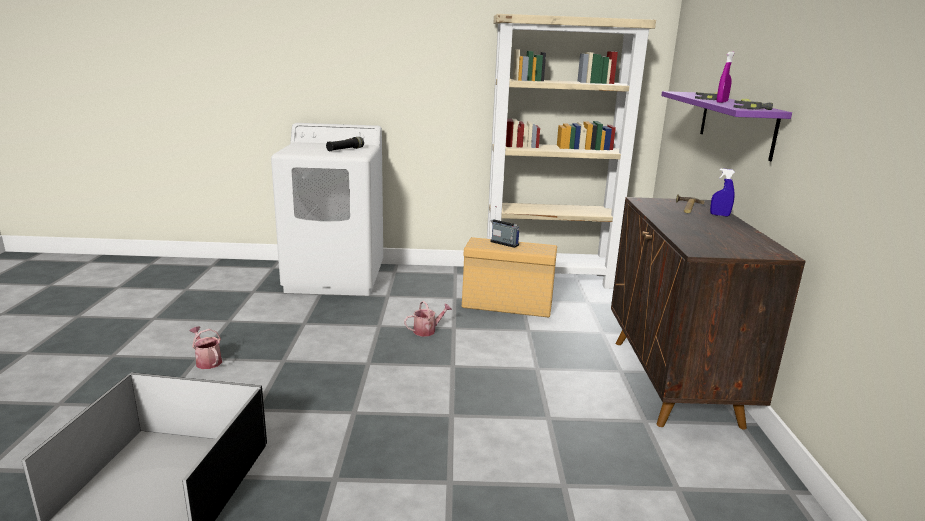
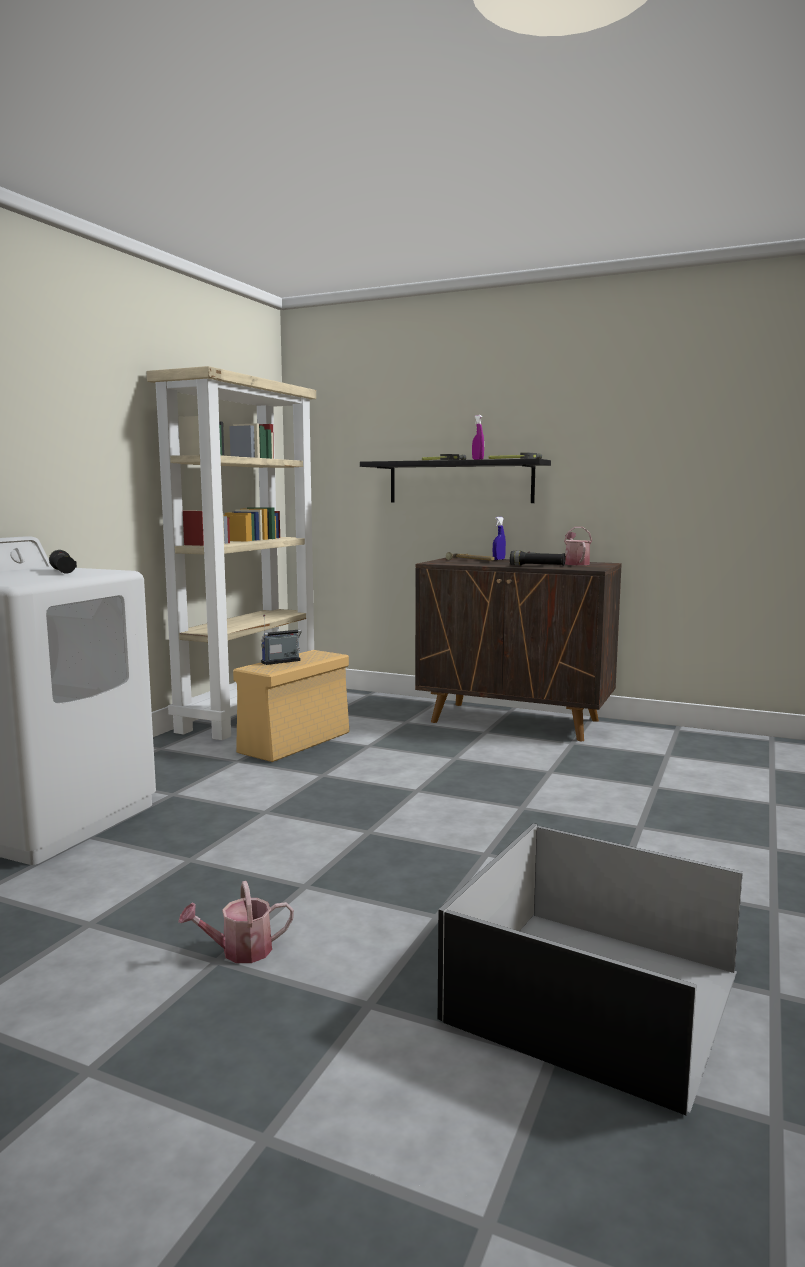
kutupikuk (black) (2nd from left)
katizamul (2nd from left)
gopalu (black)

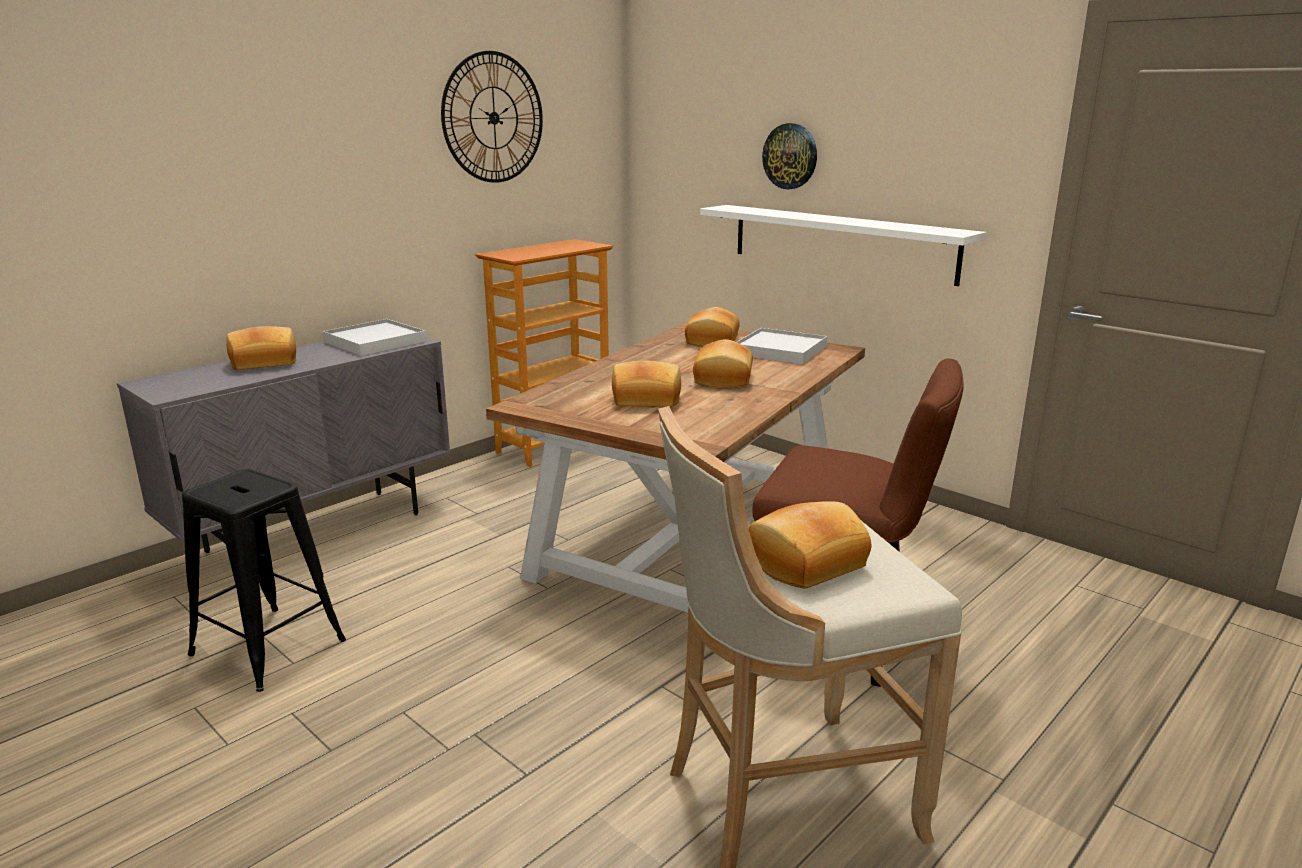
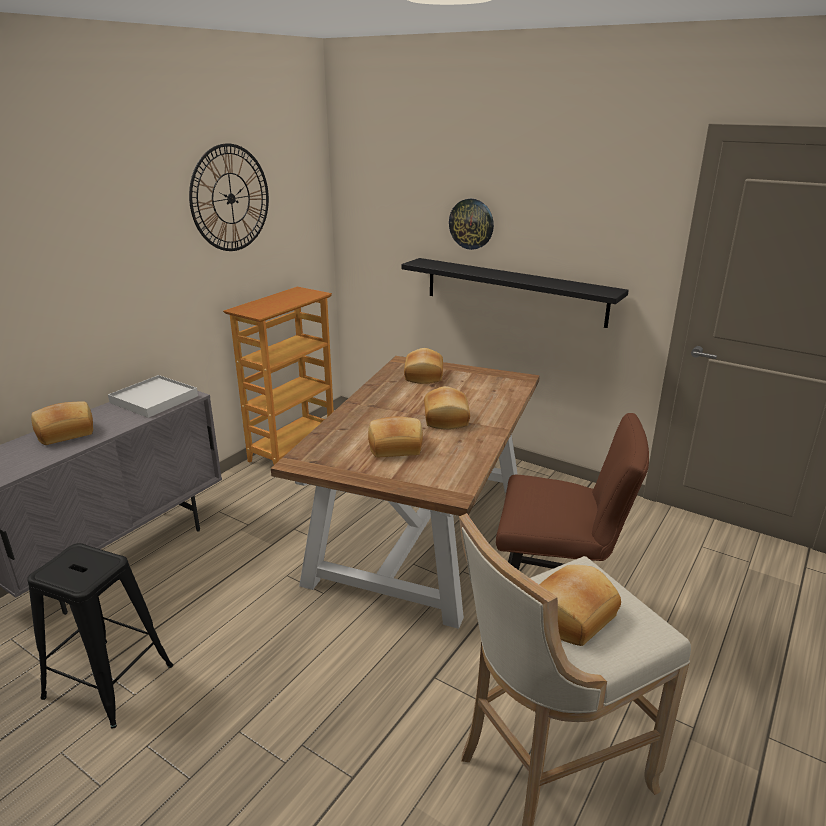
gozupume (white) (2nd from left in the first image)
gopalu (black)

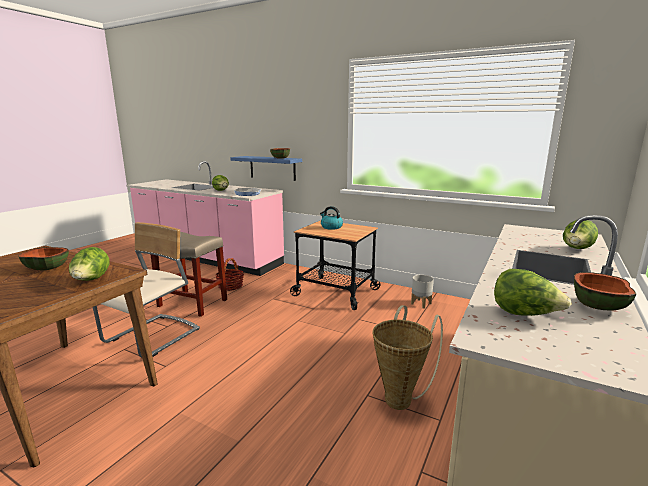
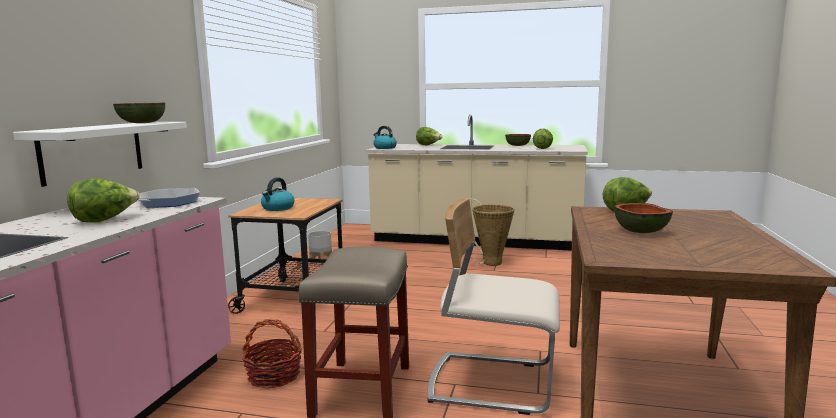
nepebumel (2nd from left)
gopalu (white)

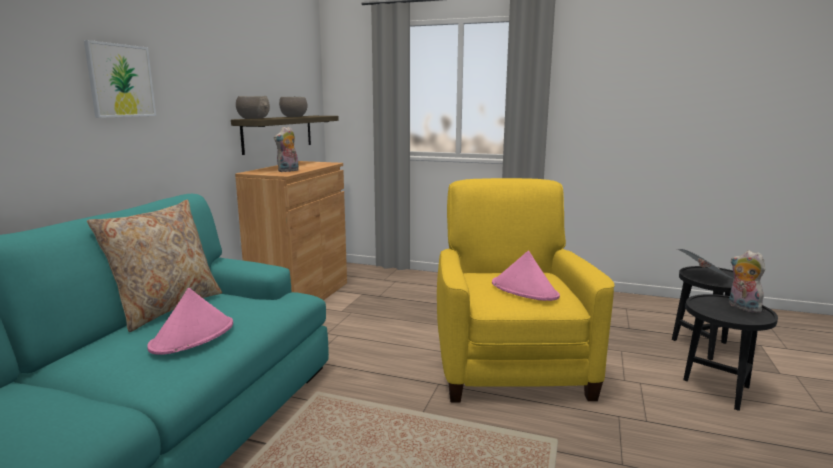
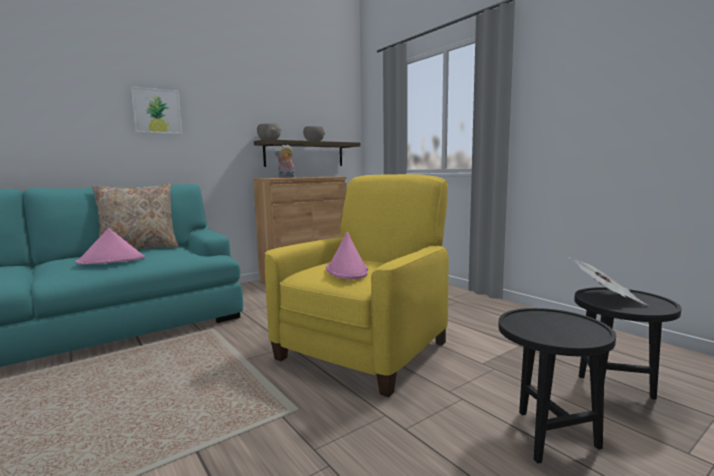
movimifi (2nd from left in the first image)

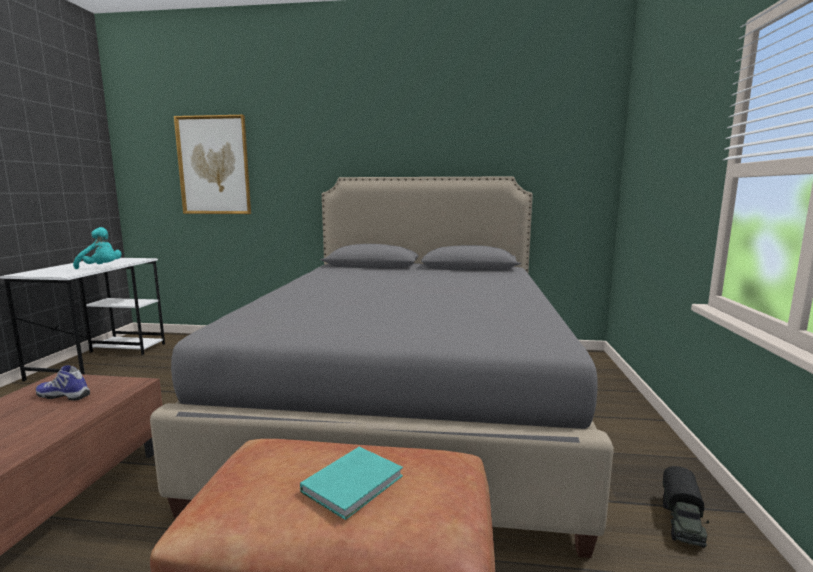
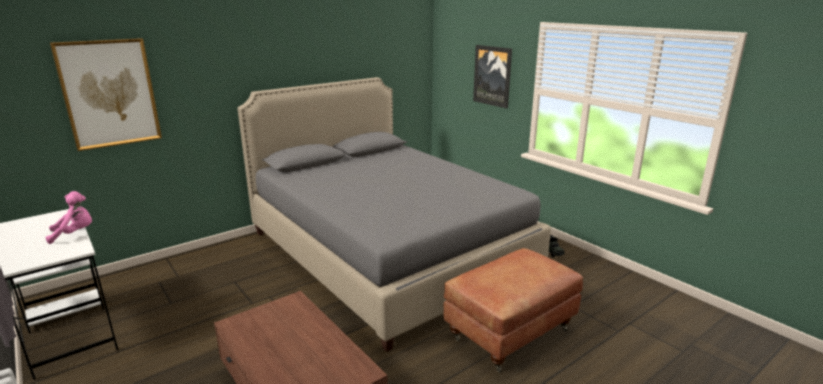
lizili
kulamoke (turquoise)
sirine (2nd from left)
movimifi (pink)

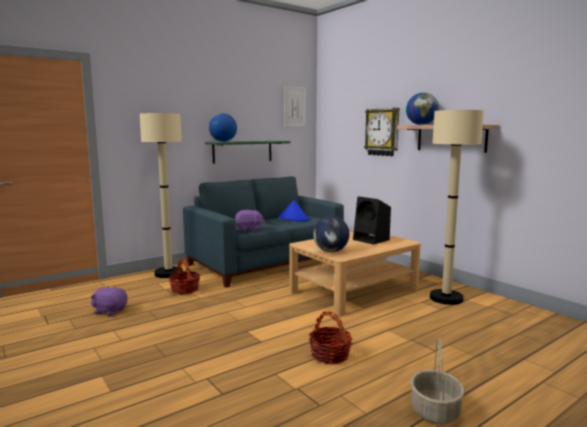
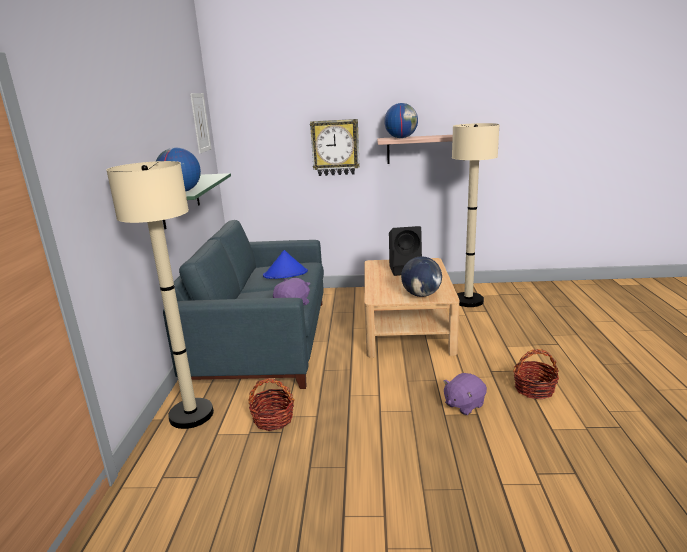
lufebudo (3rd from left in the first image)
movimifi (purple) (2nd from left)

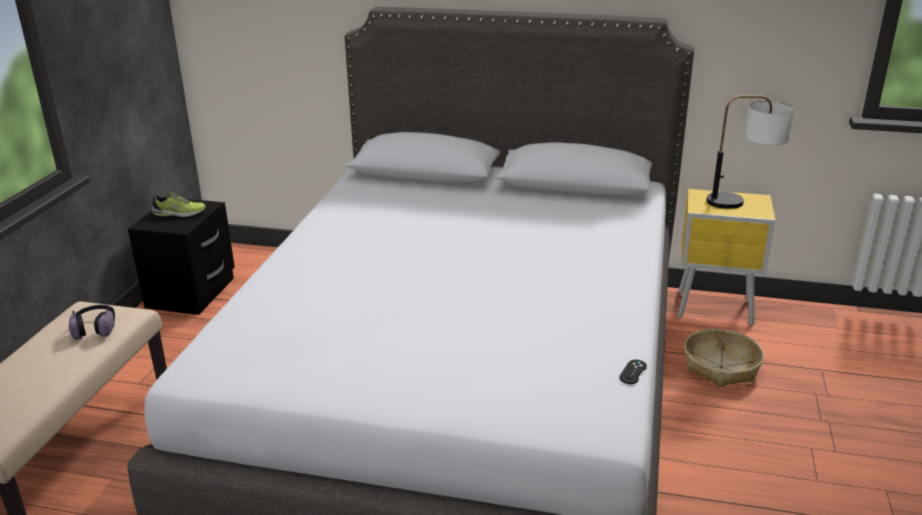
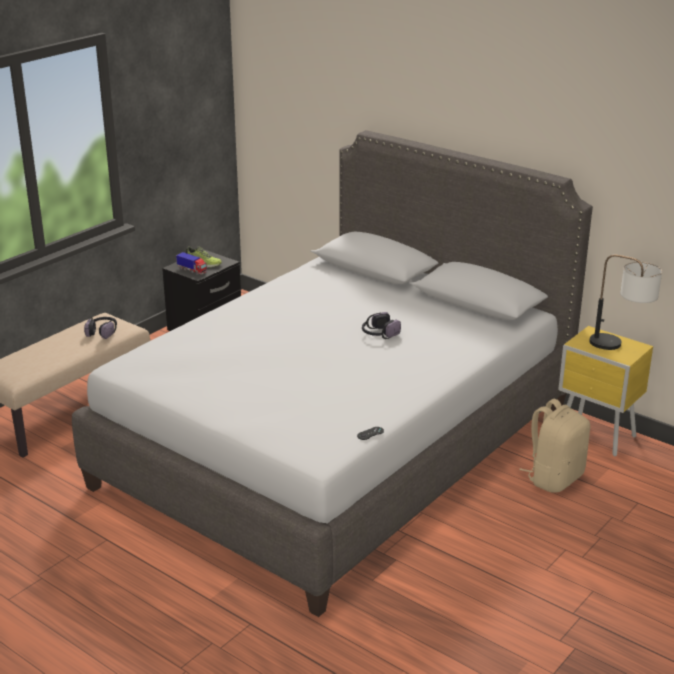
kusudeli
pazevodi (2nd from left)
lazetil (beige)

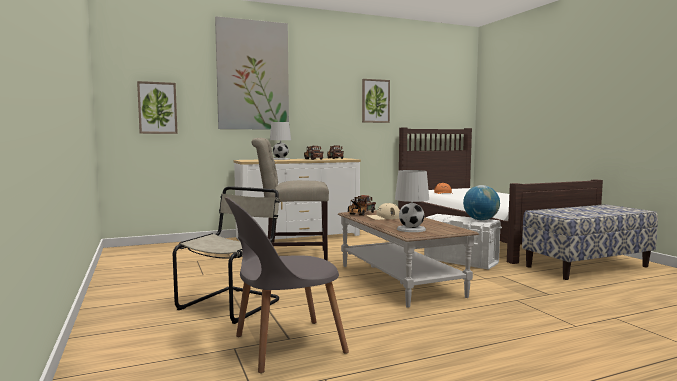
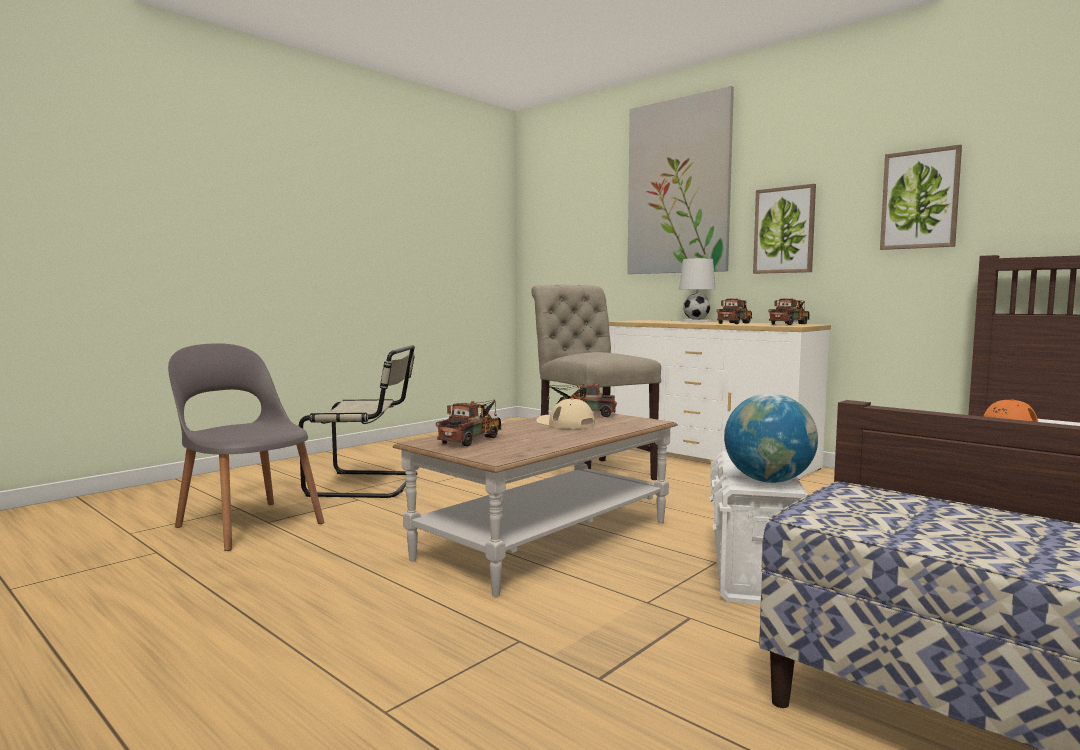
sirine (2nd from left)
kusudeli (1st from left)

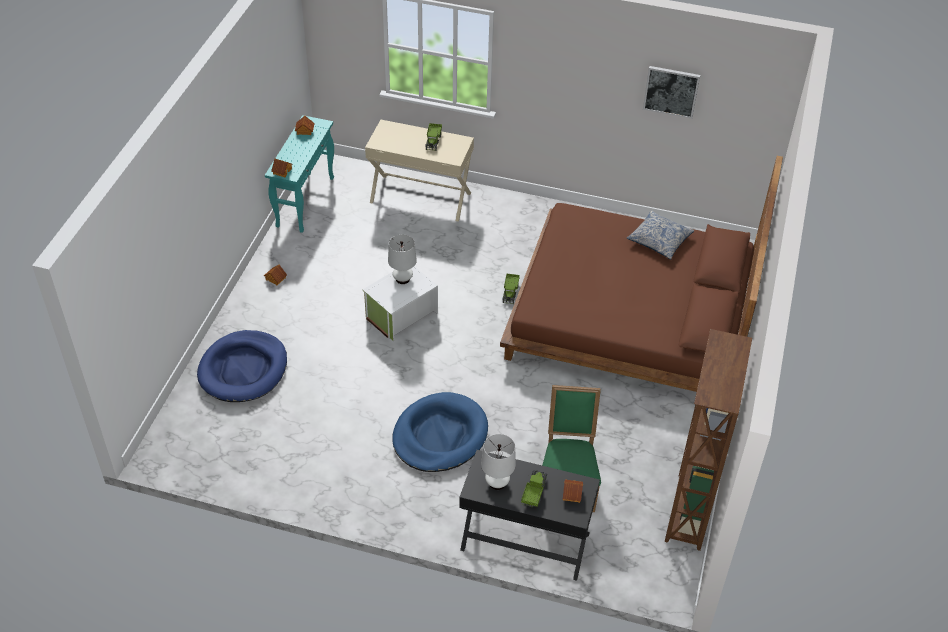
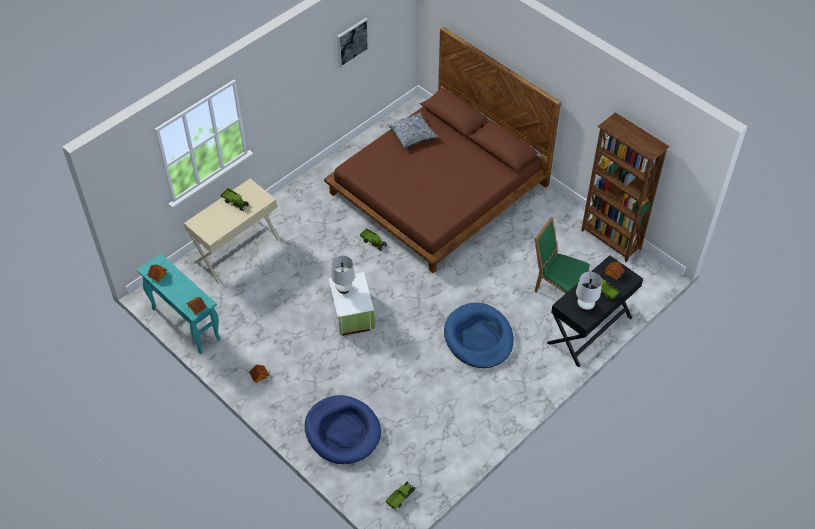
kusudeli (3rd from left)

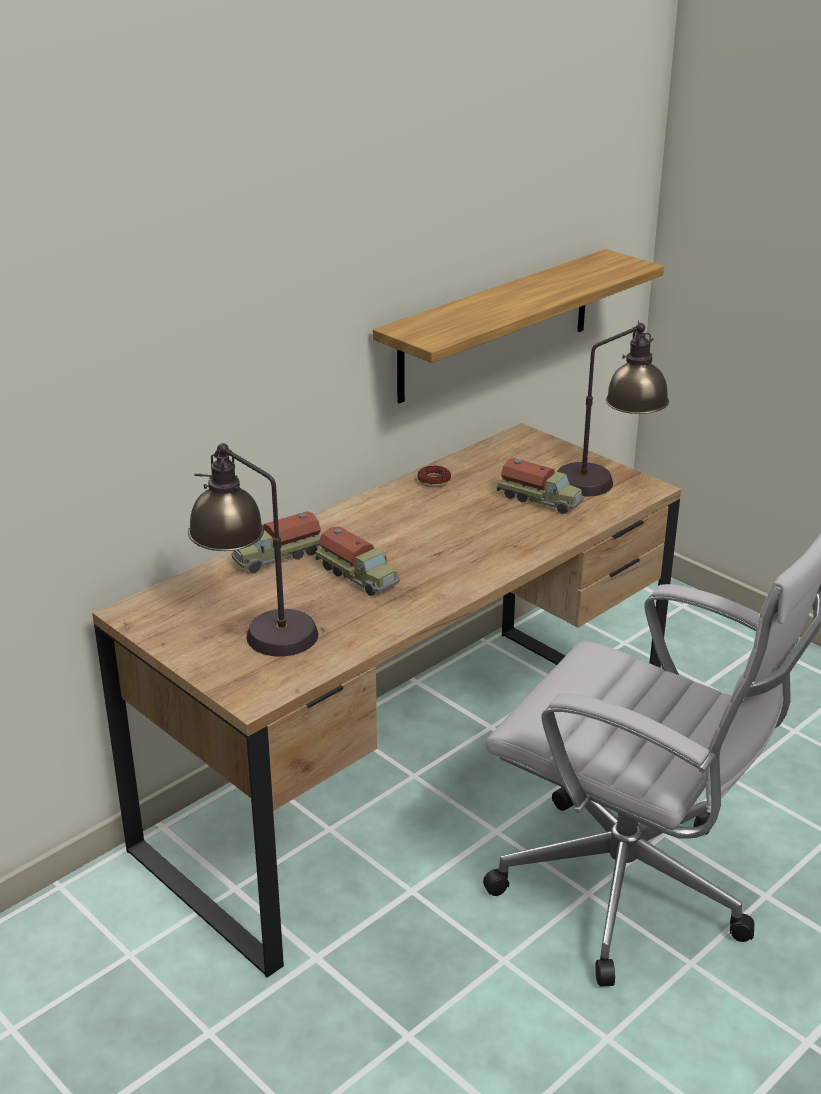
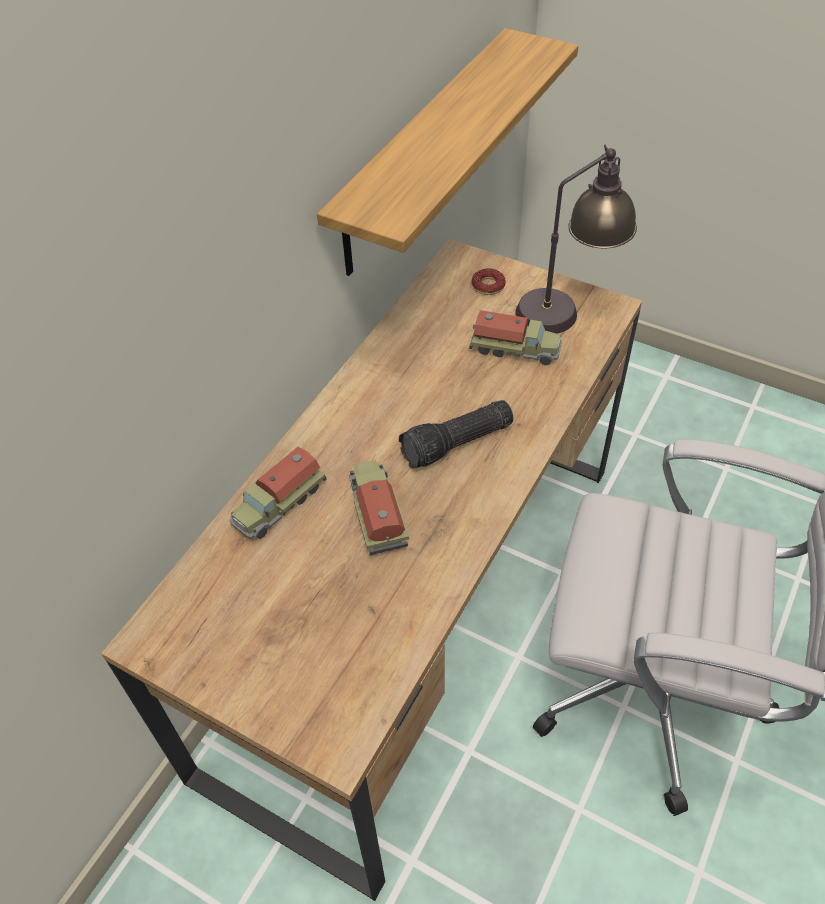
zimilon (1st from left in the first image)
kutupikuk
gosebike
kusudeli (2nd from left)

